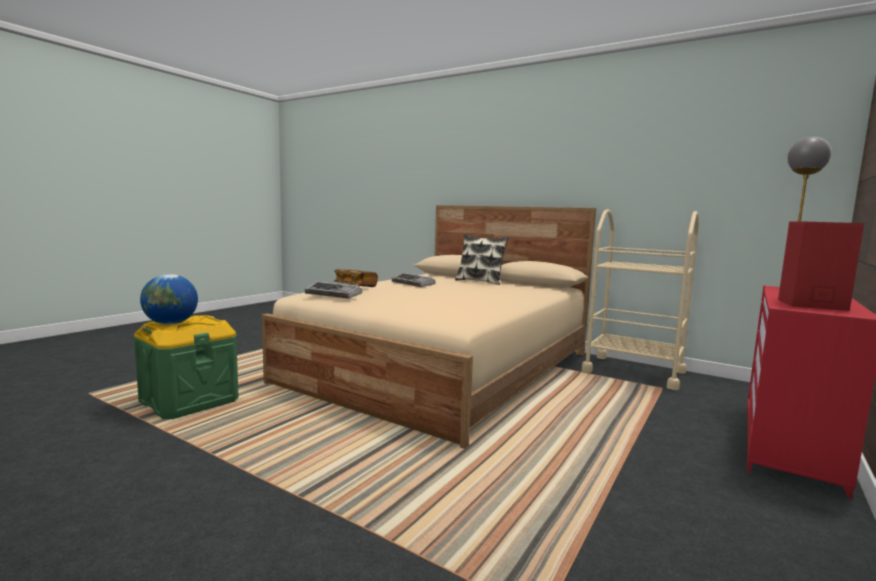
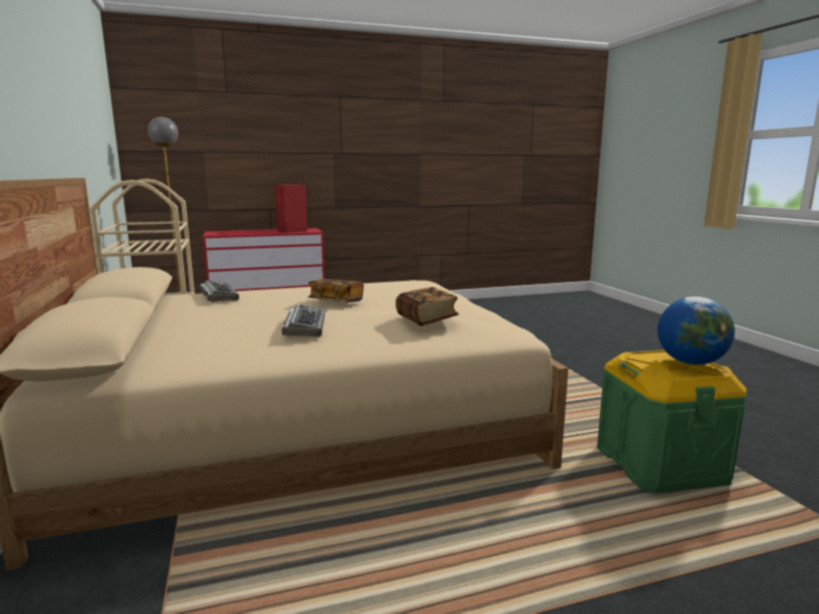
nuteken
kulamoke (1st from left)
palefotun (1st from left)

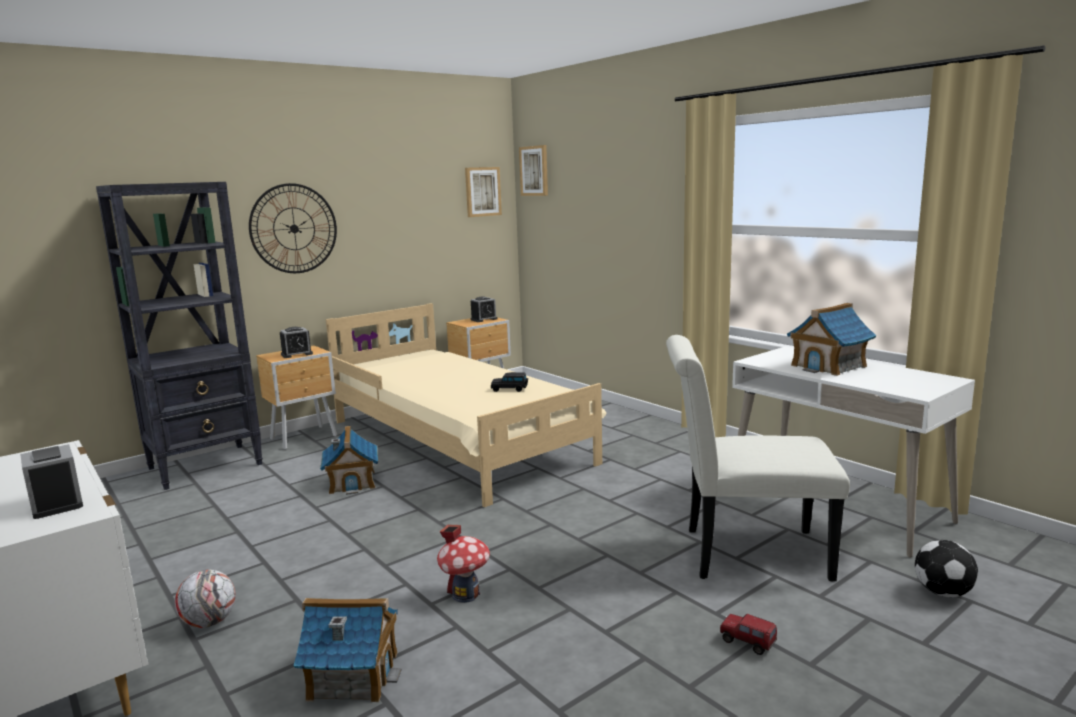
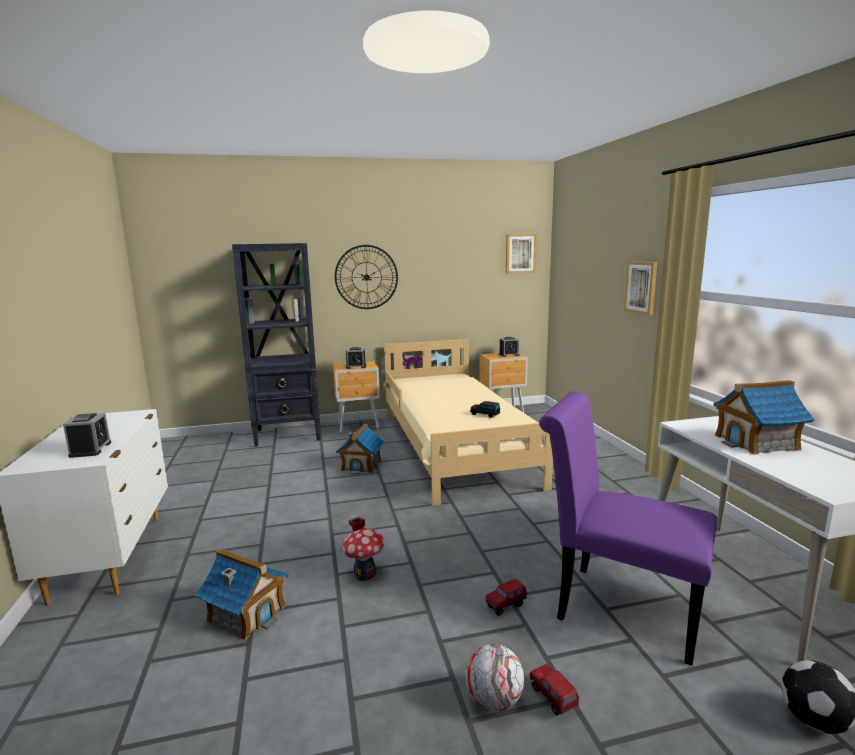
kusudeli (1st from left)
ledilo (1st from left)
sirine (2nd from left)
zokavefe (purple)

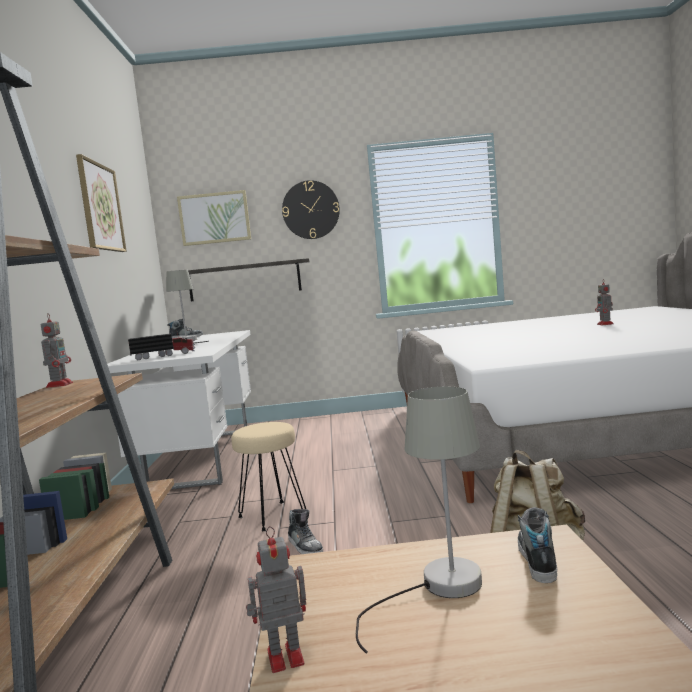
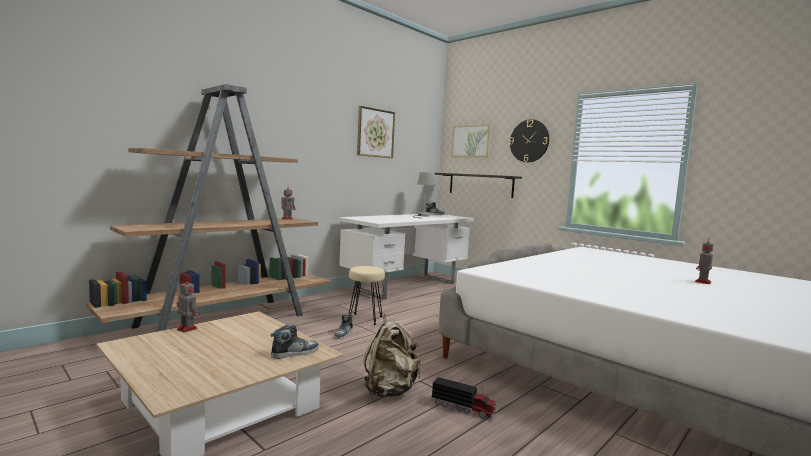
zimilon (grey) (2nd from left in the first image)
kusudeli

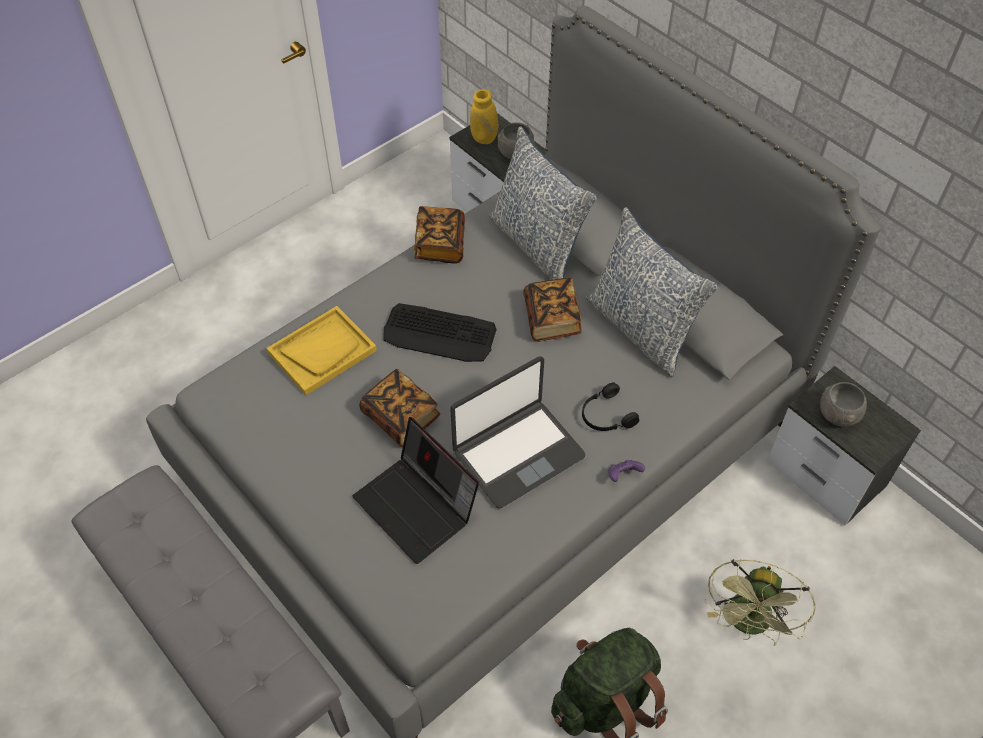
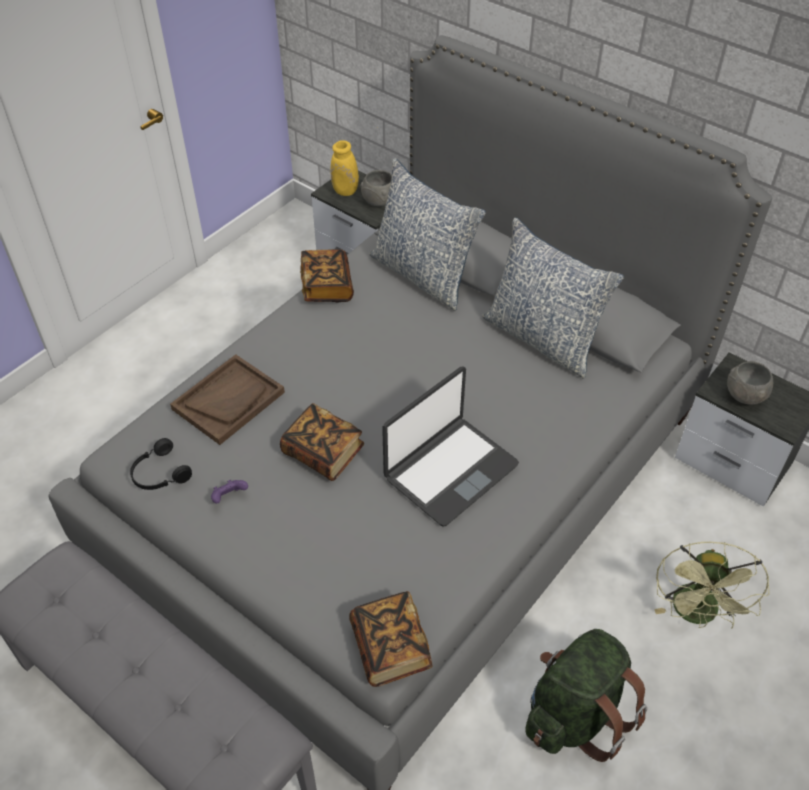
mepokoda (1st from left in the first image)
palefotun
kulamoke (3rd from left)
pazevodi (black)
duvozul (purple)
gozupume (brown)

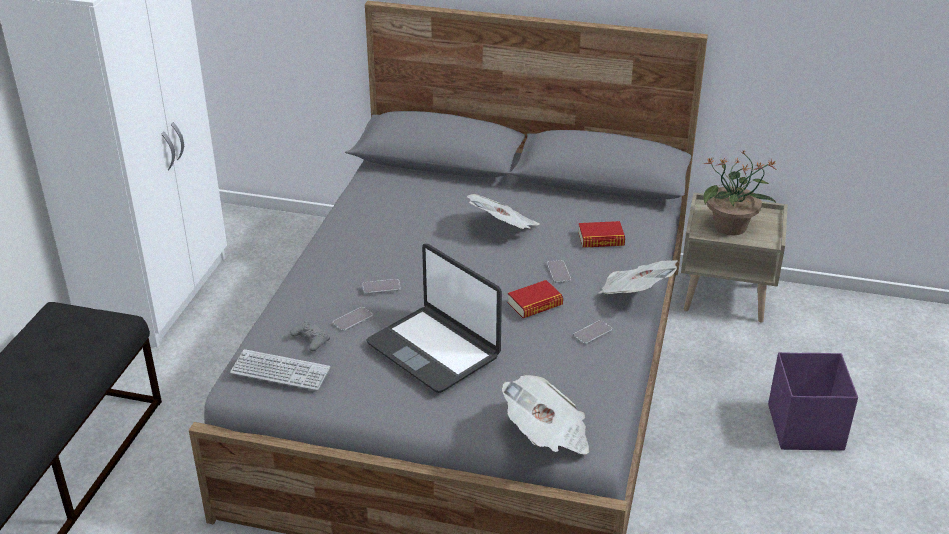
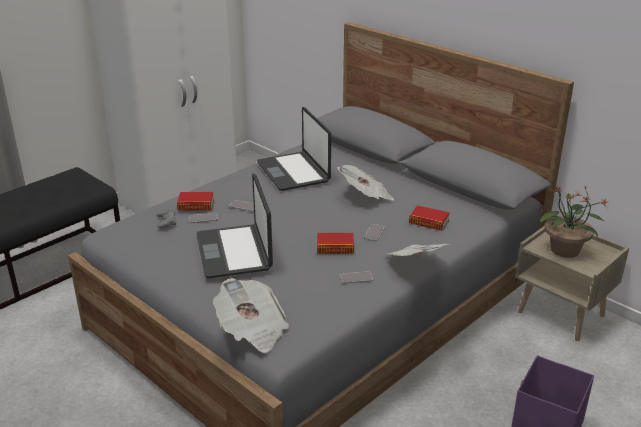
palefotun
kulamoke (1st from left)
mepokoda (2nd from left)

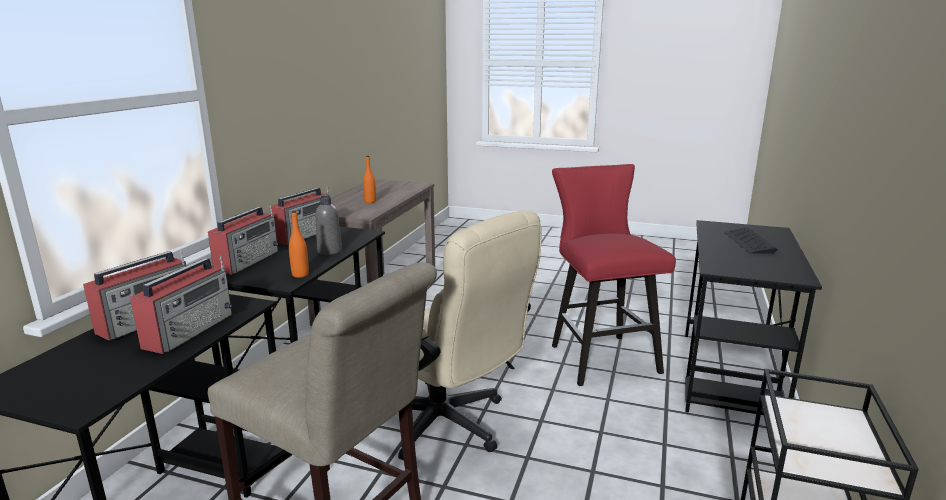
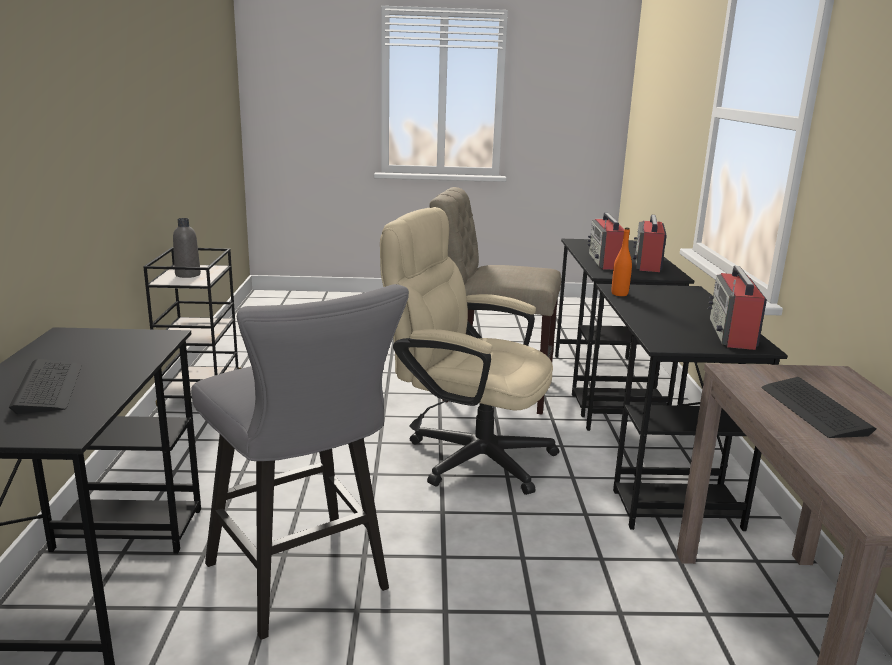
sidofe (3rd from left in the first image)
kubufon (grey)
palefotun (2nd from left)
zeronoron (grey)

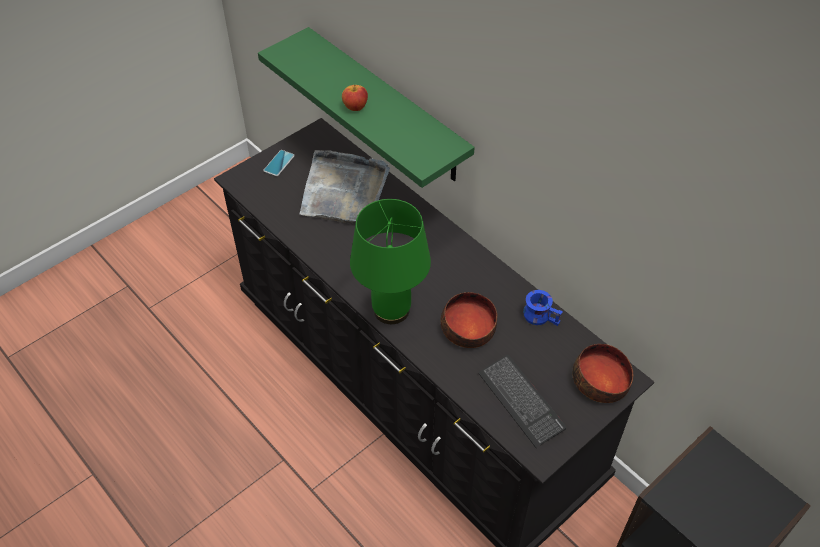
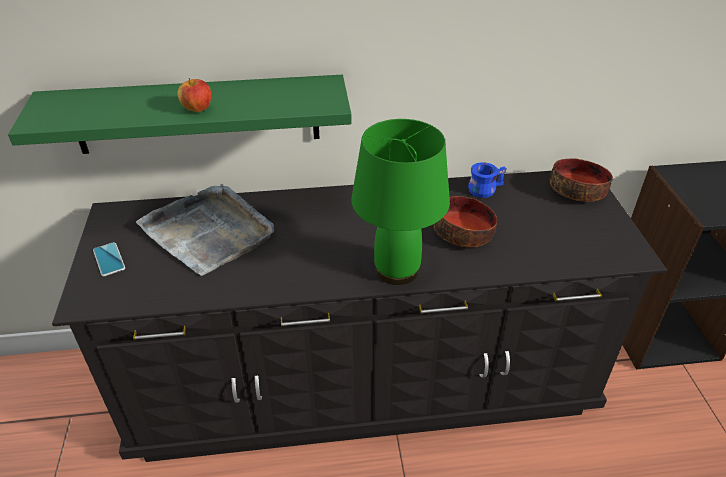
palefotun

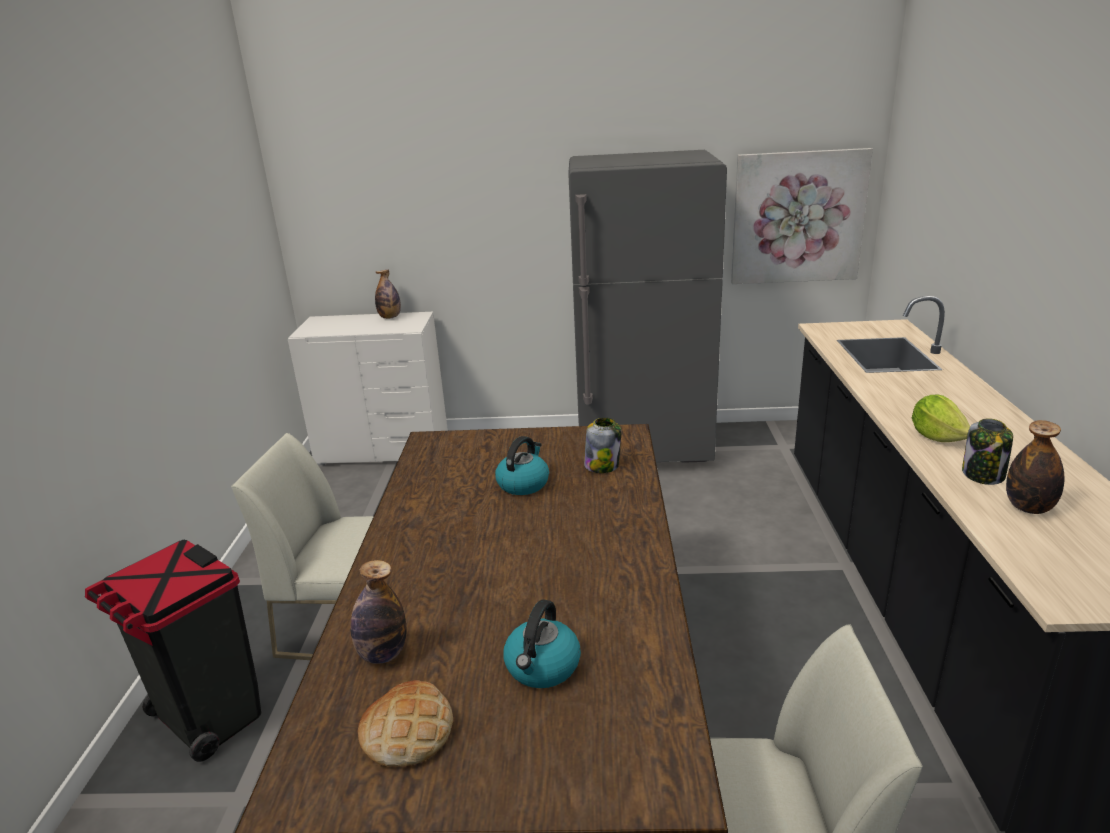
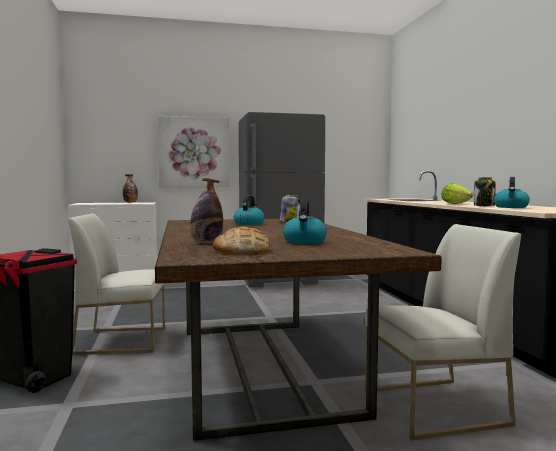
sirine
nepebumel (3rd from left)

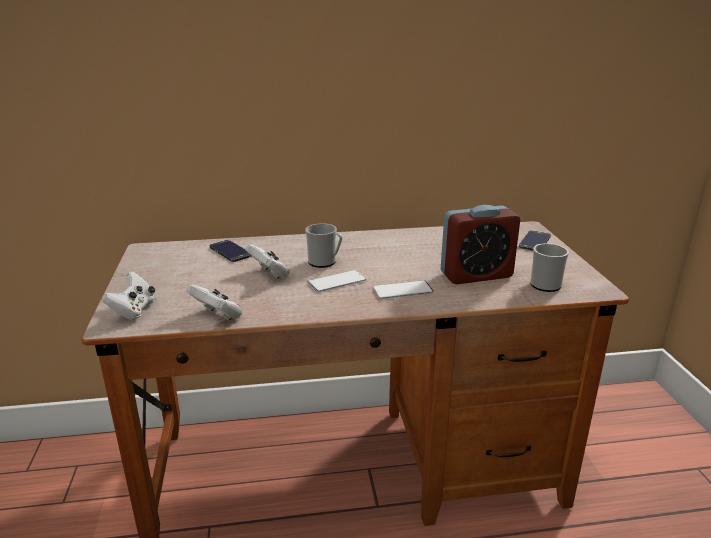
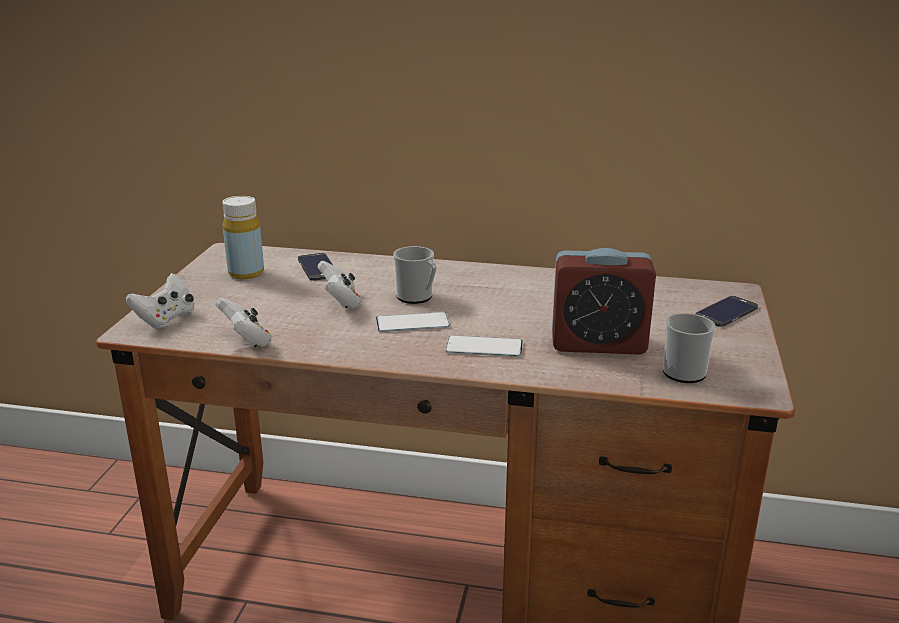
kubufon (yellow)

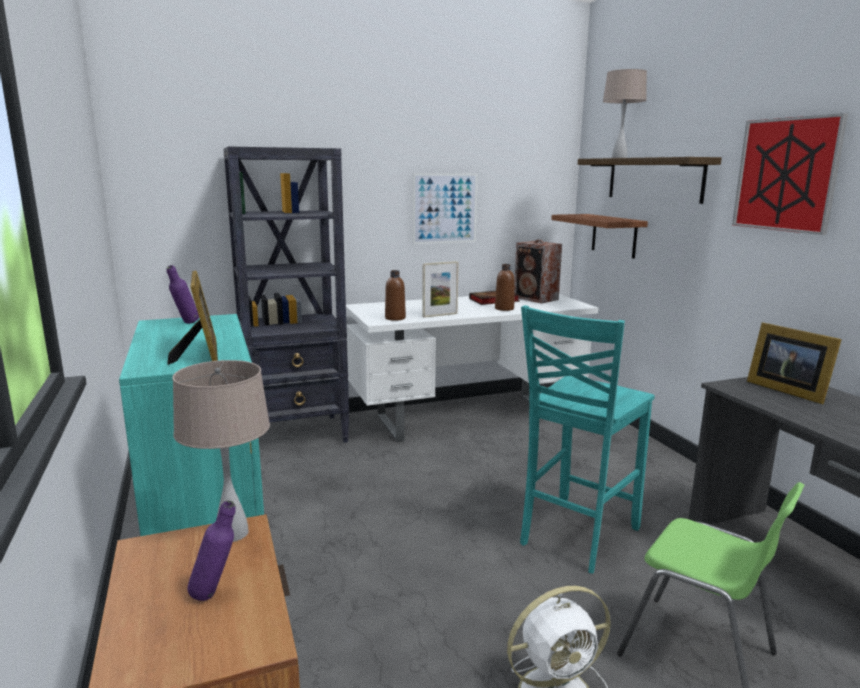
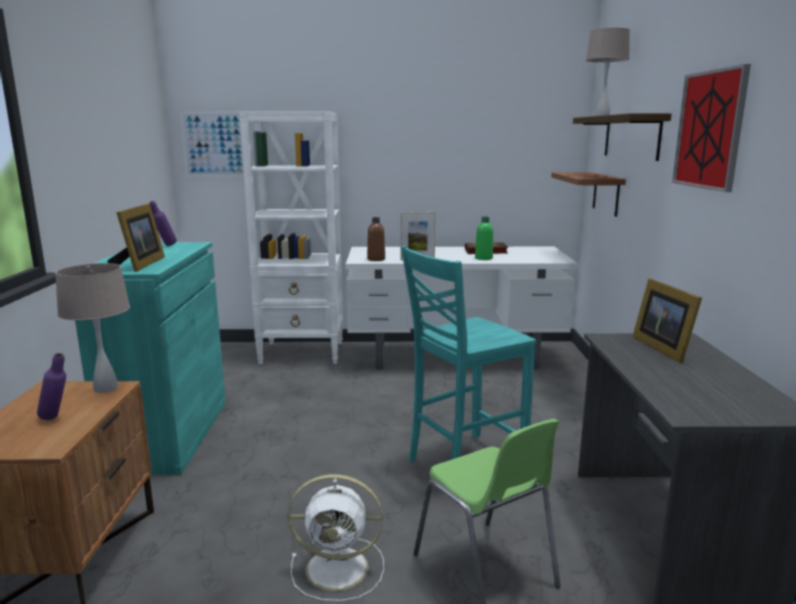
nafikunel
sirine (1st from left)
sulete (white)
kubufon (green)

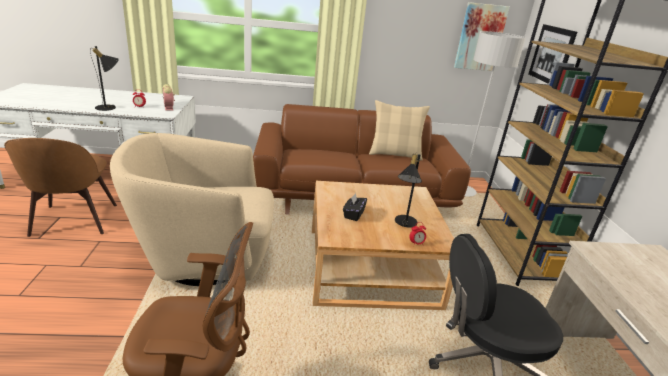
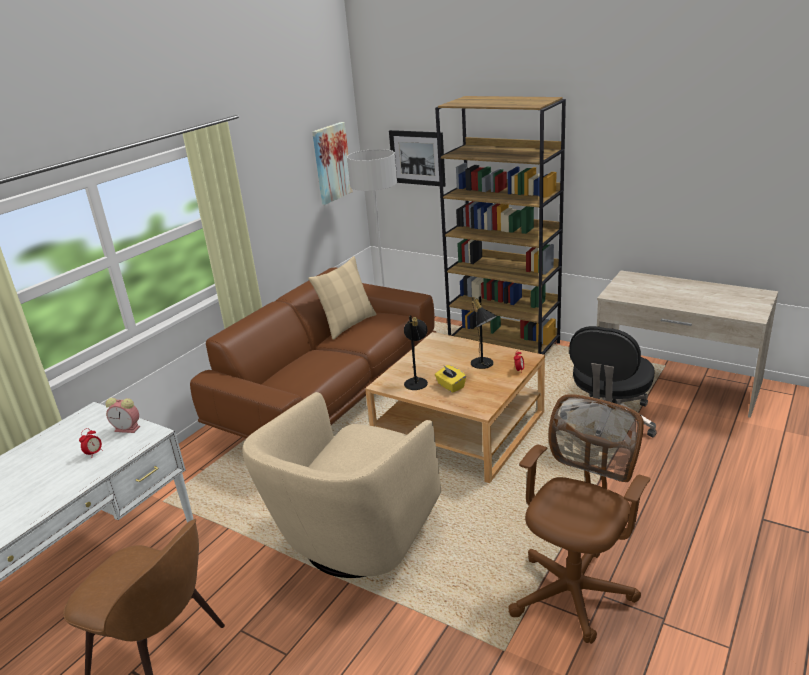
zimilon (black) (1st from left)
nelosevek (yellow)

